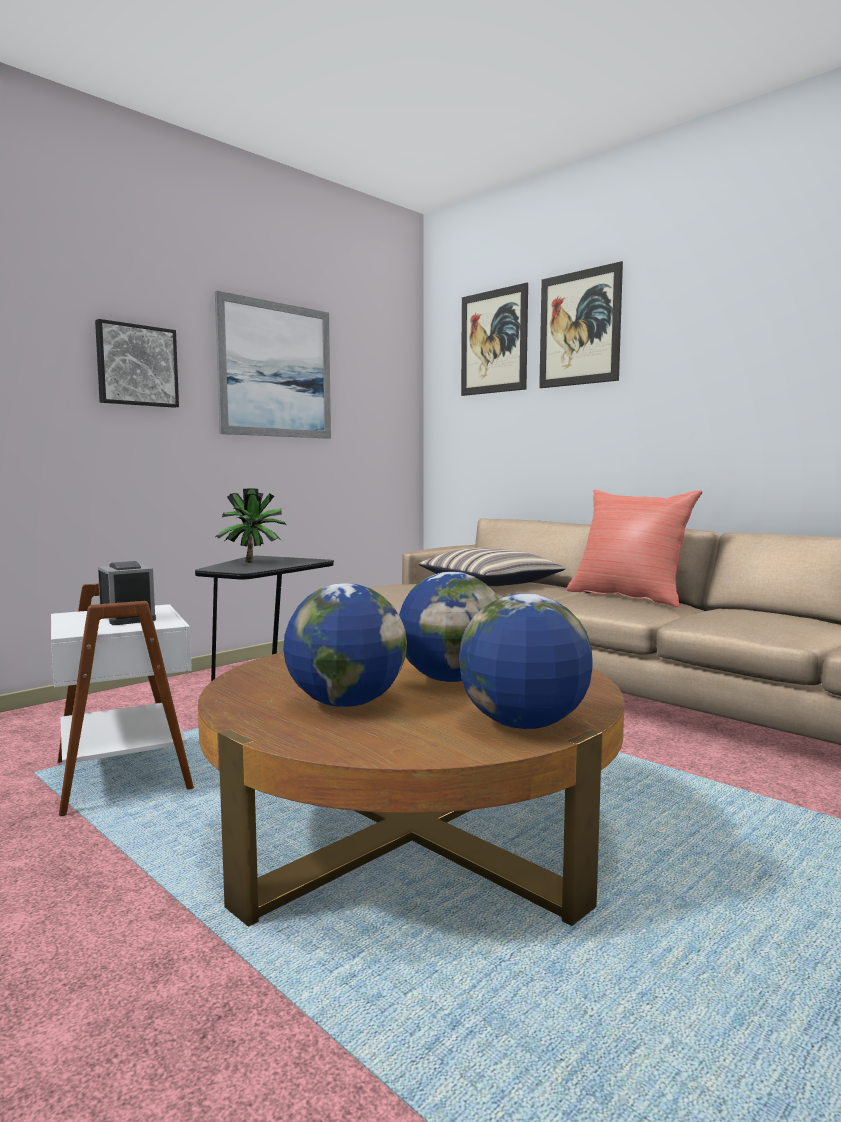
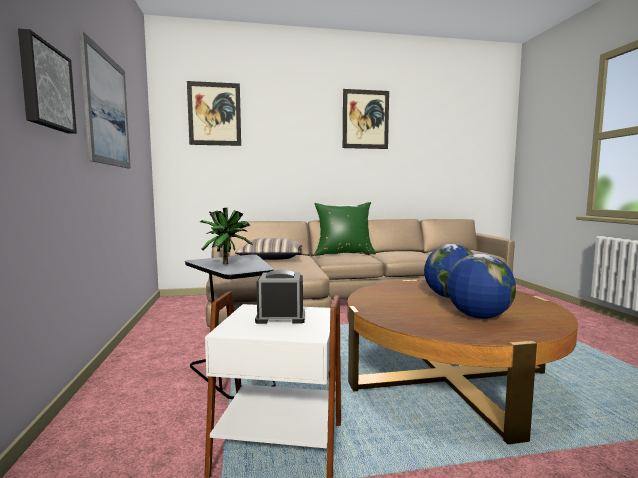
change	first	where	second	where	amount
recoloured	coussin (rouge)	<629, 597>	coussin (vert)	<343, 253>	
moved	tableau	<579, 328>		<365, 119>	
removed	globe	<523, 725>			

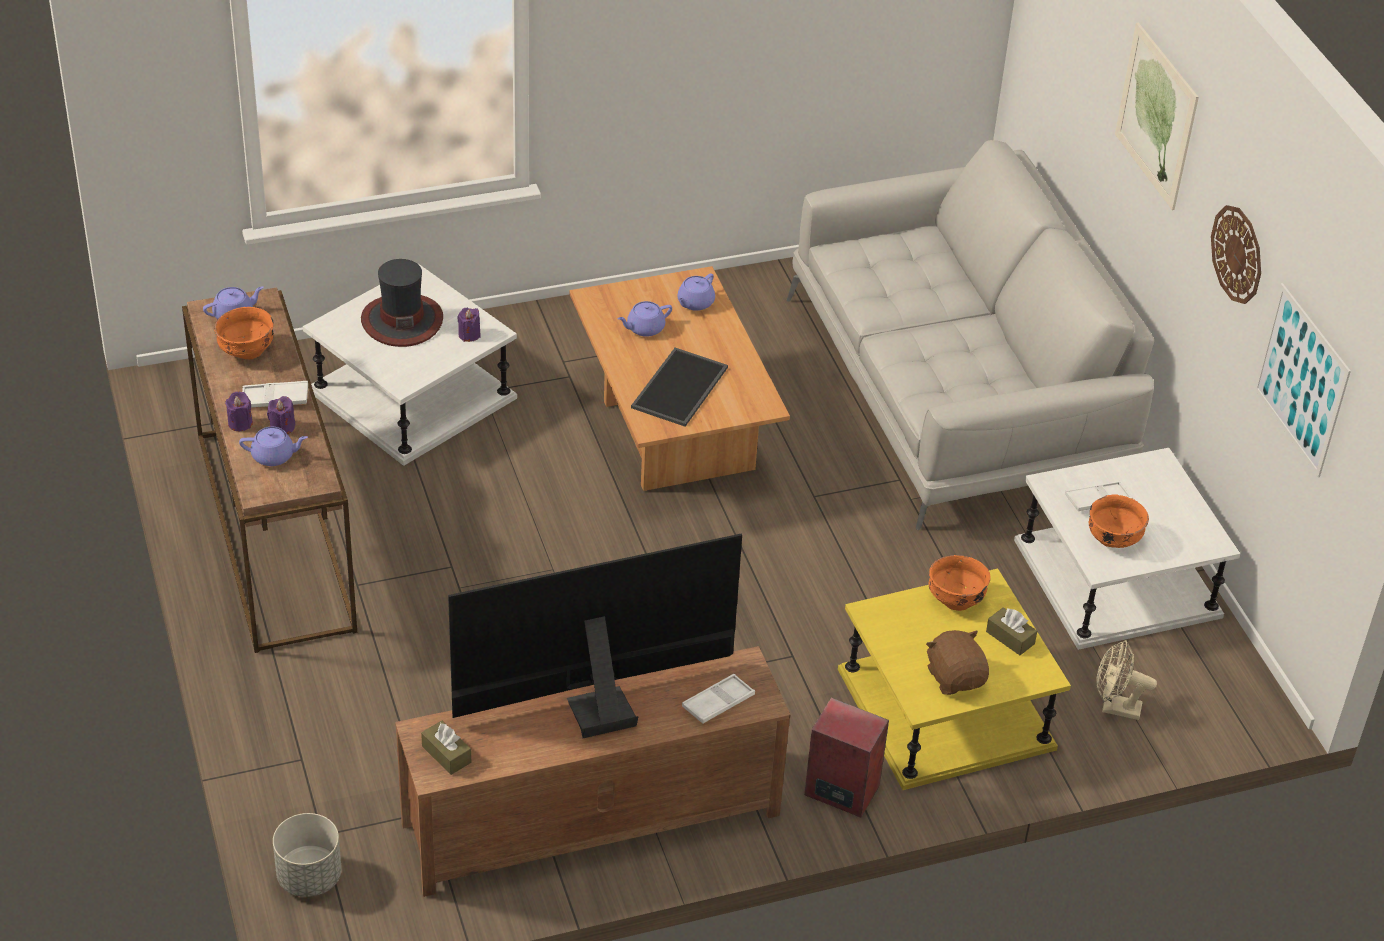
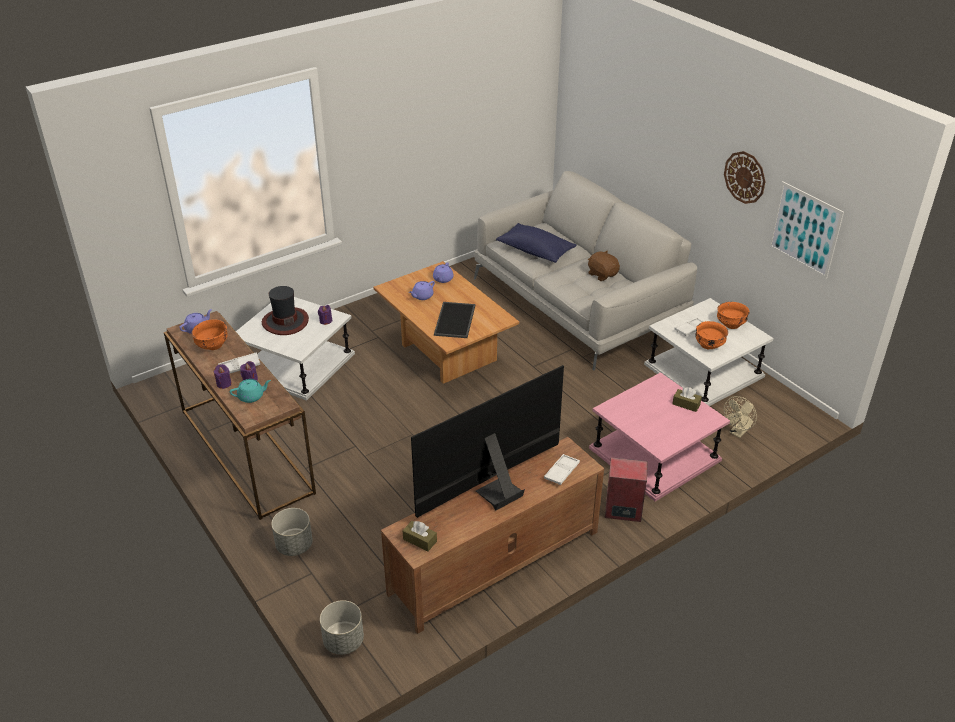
change	first	where	second	where	amount
recoloured	théière (violet)	<274, 456>	théière (turquoise)	<251, 397>	
added			cache-pot (gris)	<294, 545>	
added			coussin (bleu)	<535, 251>	
moved	peluche (marron)	<955, 677>		<602, 274>	
recoloured	table d'appoint (jaune)	<945, 709>	table d'appoint (rose)	<654, 454>	
moved	bol (orange)	<955, 600>		<730, 325>	
turned	ventilateur (beige)	<1114, 708>		<738, 432>	45 degrees counterclockwise
removed	tableau	<1156, 116>			

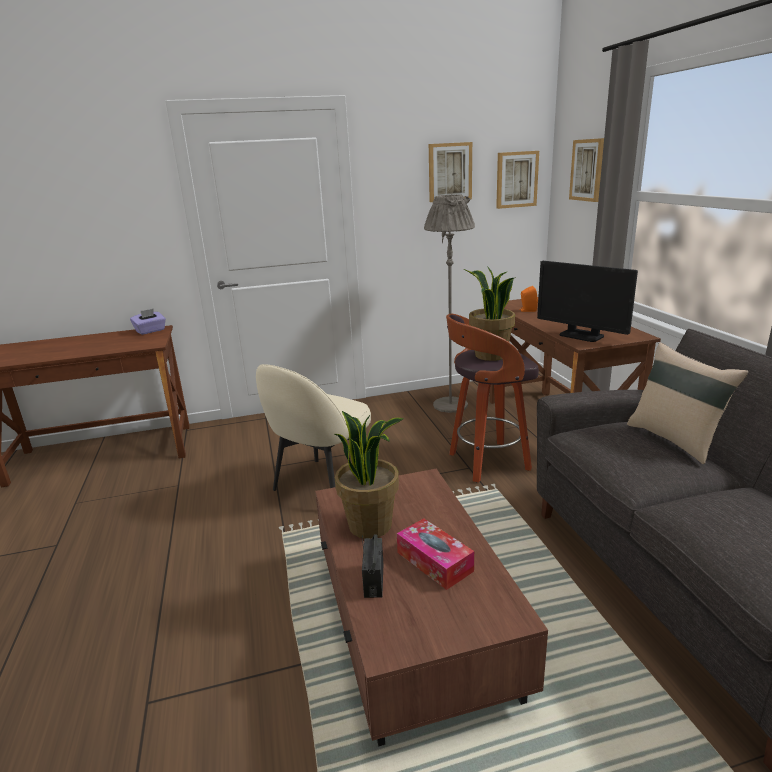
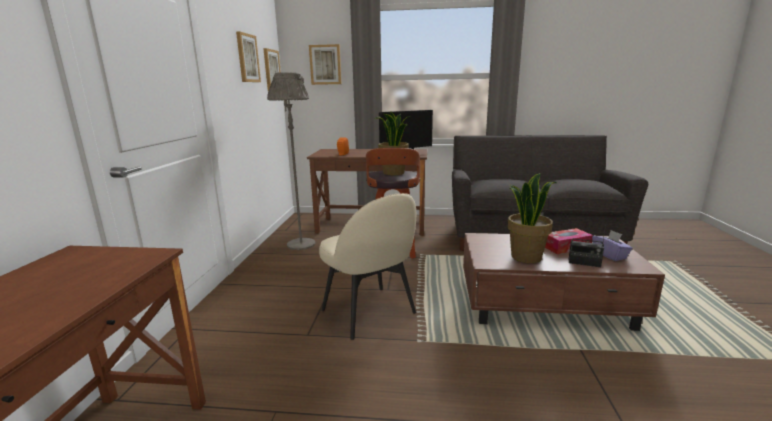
change	first	where	second	where	amount
moved	boîte à mouchoirs (violet)	<150, 331>		<610, 255>	
removed	coussin (beige)	<675, 439>			

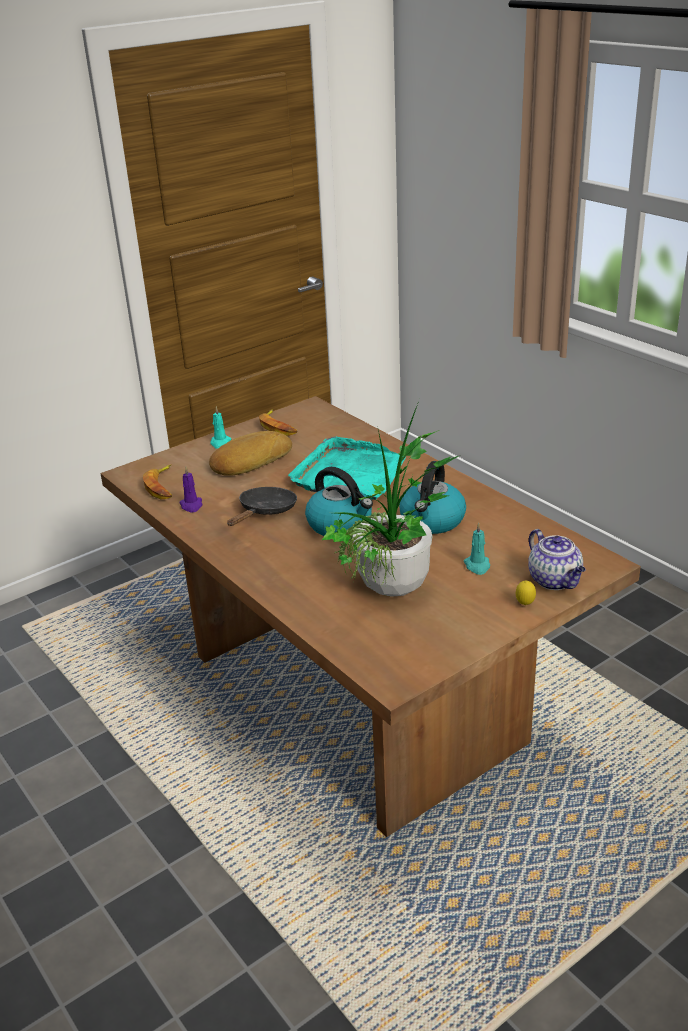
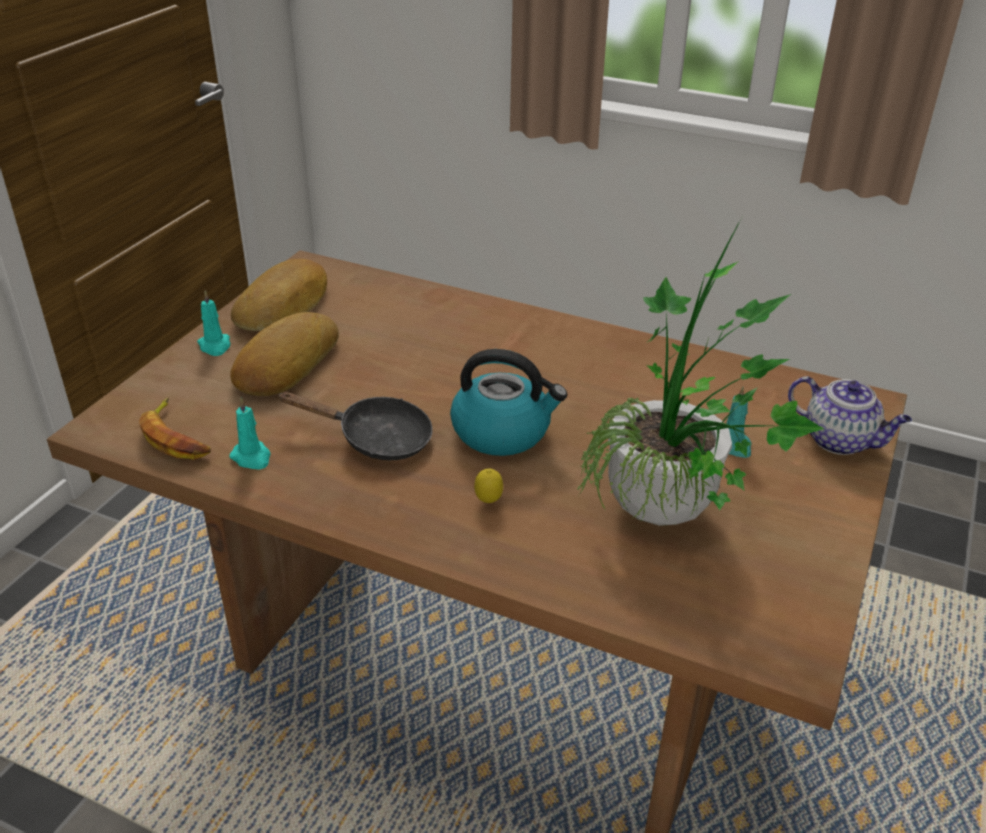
change	first	where	second	where	amount
recoloured	bougie (violet)	<191, 506>	bougie (turquoise)	<252, 458>	
replaced	banane	<278, 427>	pain	<284, 305>	
turned	poêle (noir)	<265, 511>		<376, 438>	105 degrees clockwise
moved	citron	<525, 604>		<488, 502>	
removed	plateau (turquoise)	<350, 474>			
removed	bouilloire	<432, 521>			

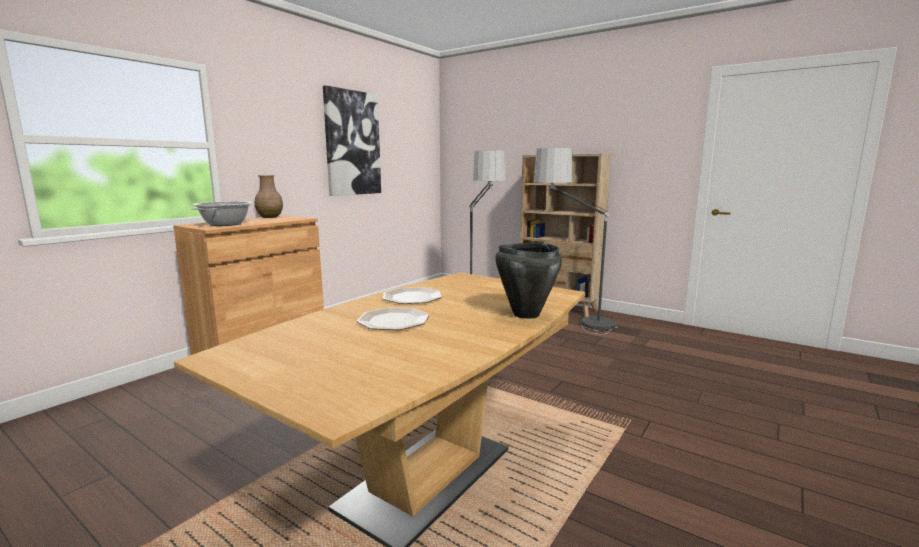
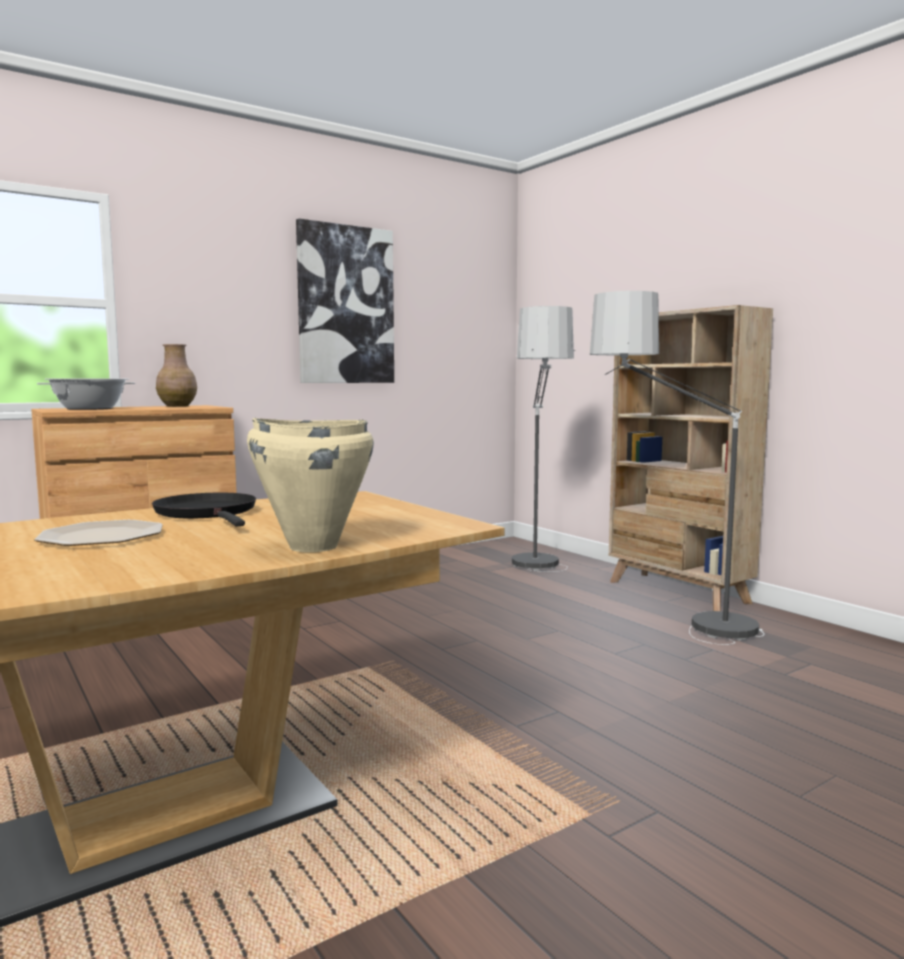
change	first	where	second	where	amount
replaced	assiette	<412, 297>	poêle (noir)	<208, 513>	
recoloured	marmite (noir)	<525, 314>	marmite (beige)	<312, 547>	

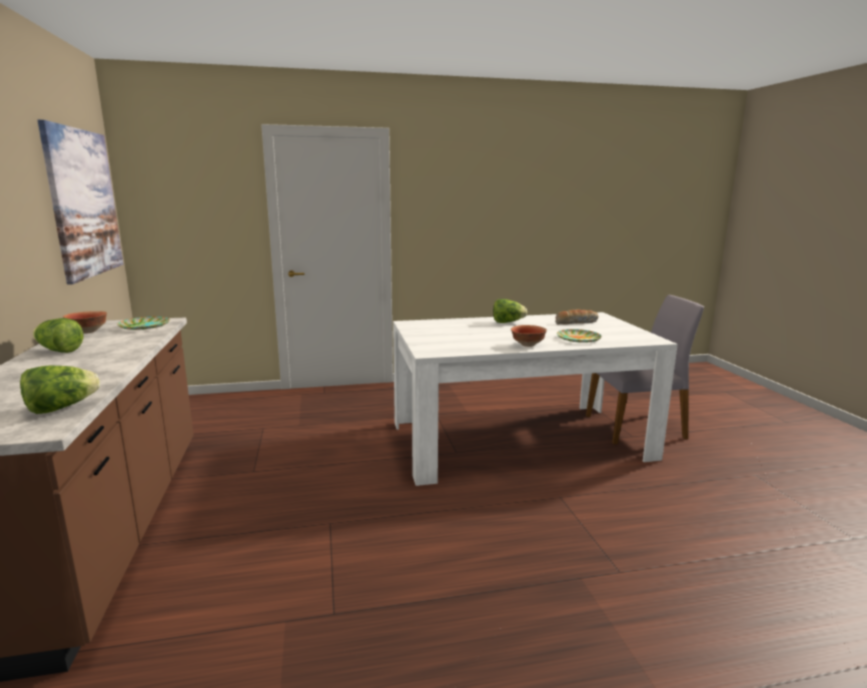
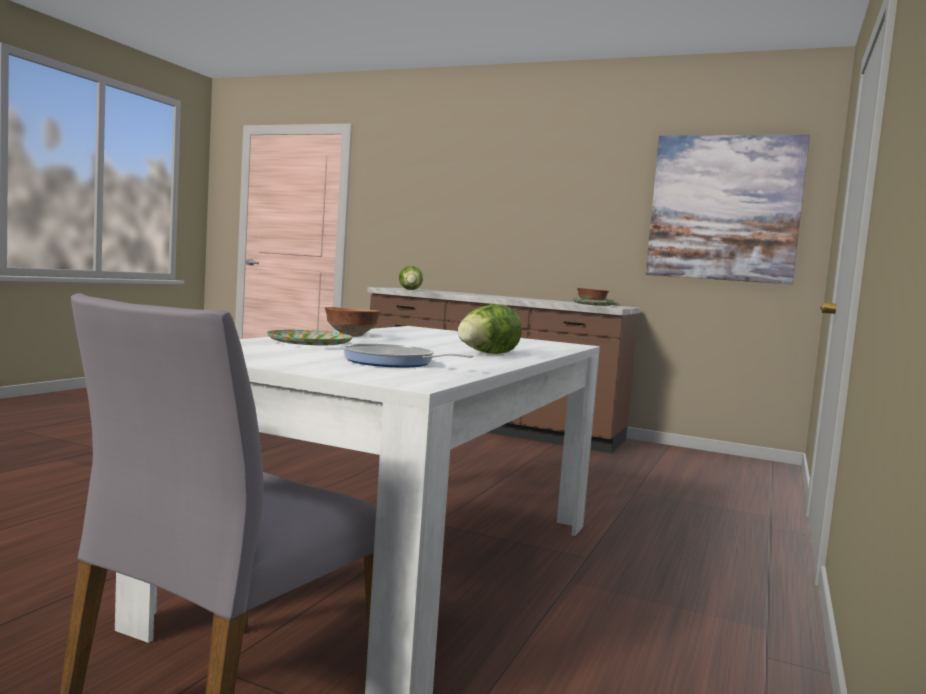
change	first	where	second	where	amount
replaced	pain	<576, 322>	poêle	<393, 362>	
removed	laitue	<59, 351>			

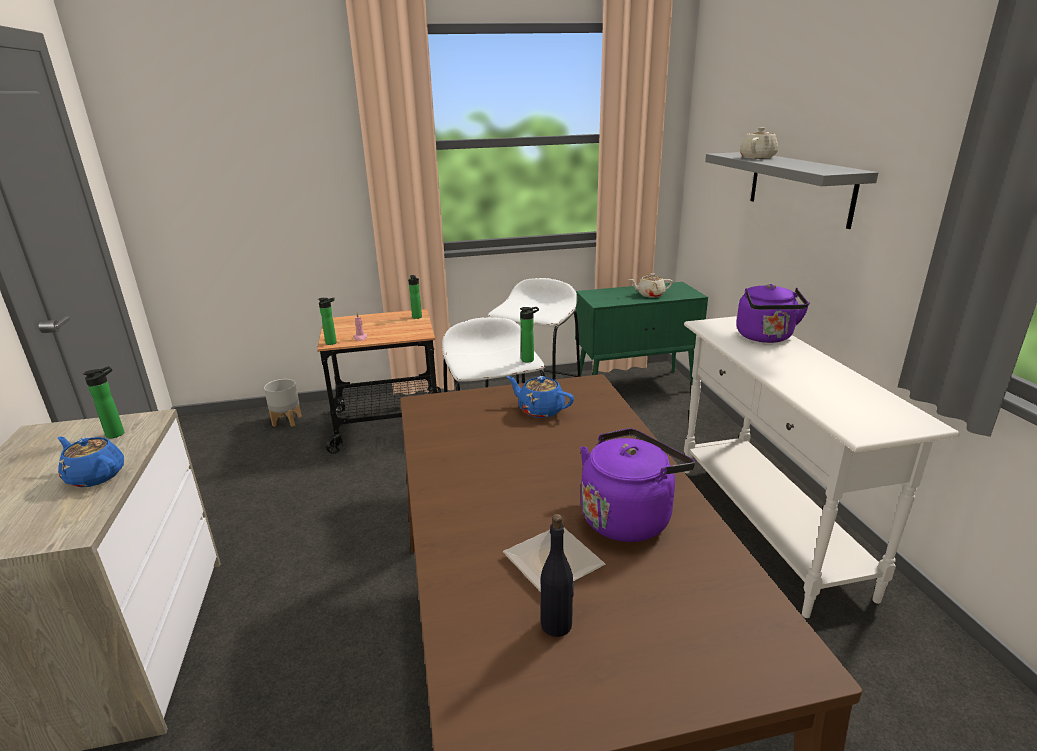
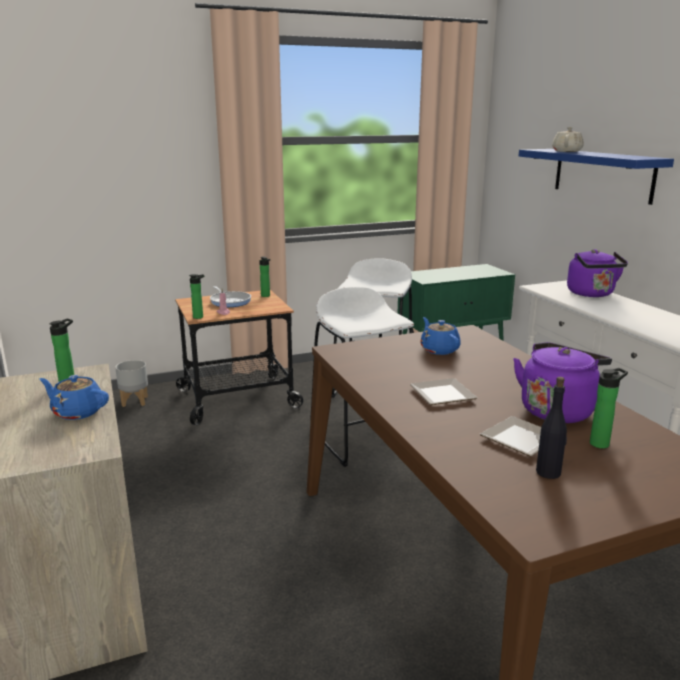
change	first	where	second	where	amount
added			poêle	<230, 301>	
added			assiette	<440, 394>	
turned	théière (bleu)	<540, 410>		<439, 349>	45 degrees clockwise
recoloured	étagère (gris)	<799, 187>	étagère (bleu)	<602, 174>	
moved	bouteille	<529, 360>		<601, 443>	
removed	théière (beige)	<650, 295>			

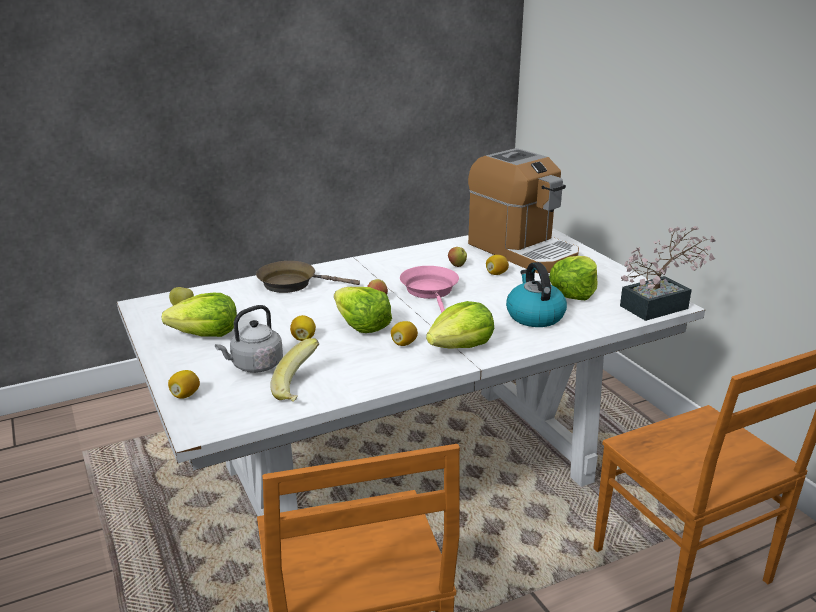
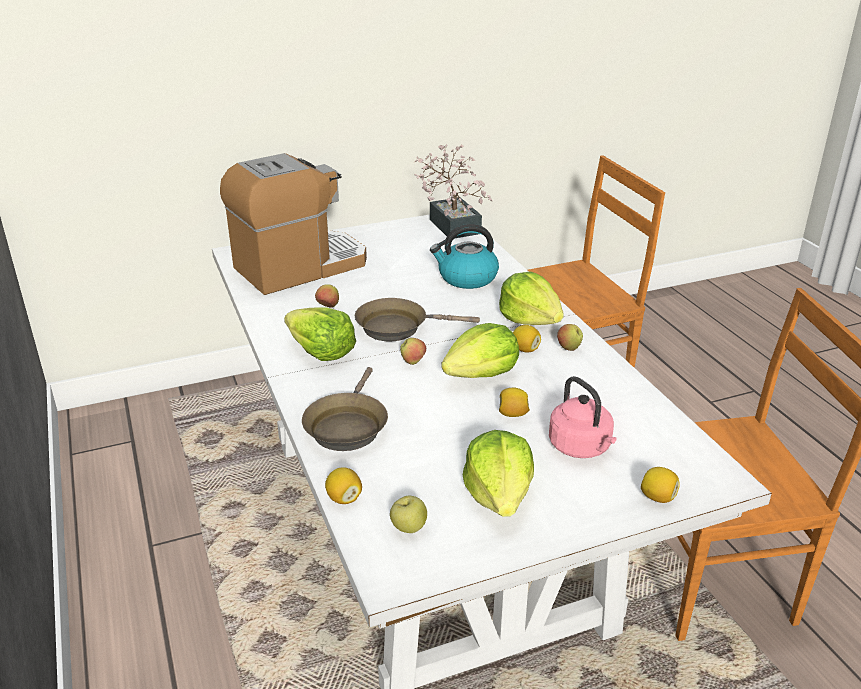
change	first	where	second	where	amount
moved	laitue	<573, 292>		<321, 352>	
moved	citron	<496, 273>		<344, 498>	
recoloured	poêle (rose)	<431, 291>	poêle (marron)	<398, 327>	
recoloured	bouilloire (gris)	<254, 365>	bouilloire (rose)	<581, 448>	
added			pomme	<569, 348>	
removed	banane	<300, 389>			

